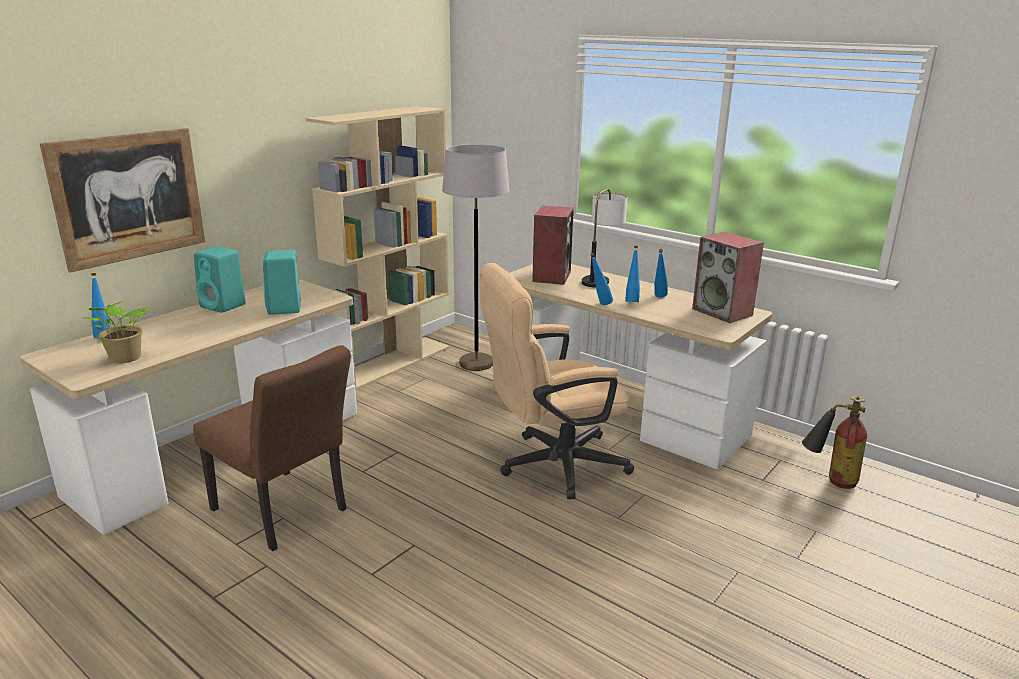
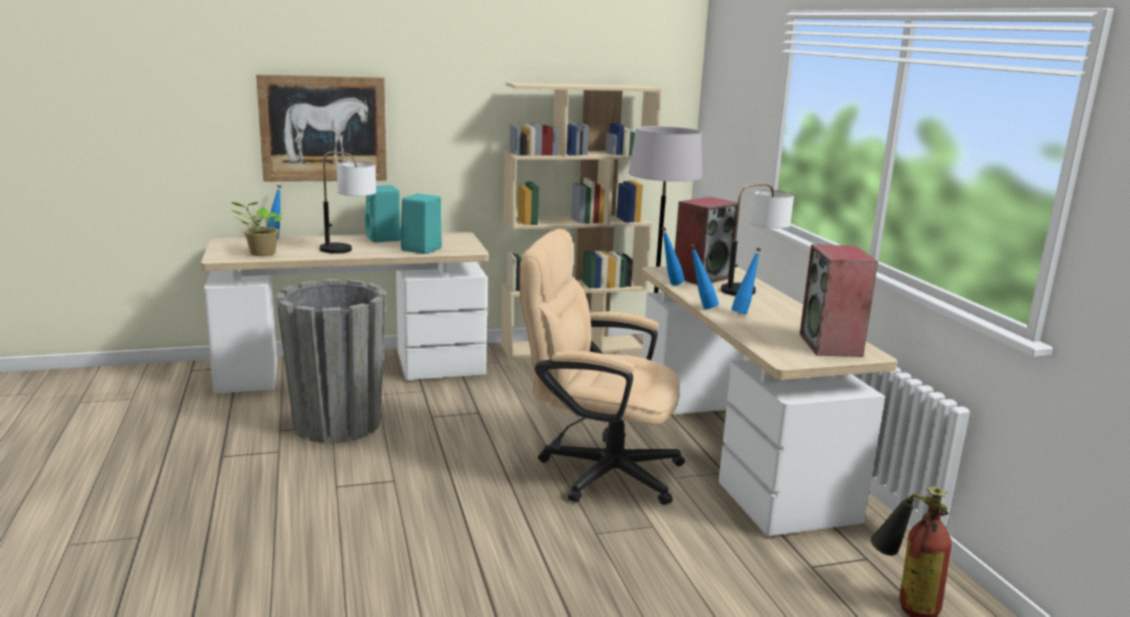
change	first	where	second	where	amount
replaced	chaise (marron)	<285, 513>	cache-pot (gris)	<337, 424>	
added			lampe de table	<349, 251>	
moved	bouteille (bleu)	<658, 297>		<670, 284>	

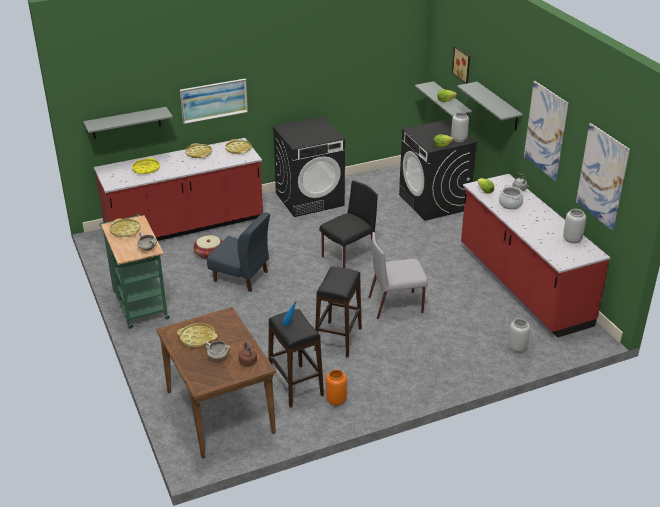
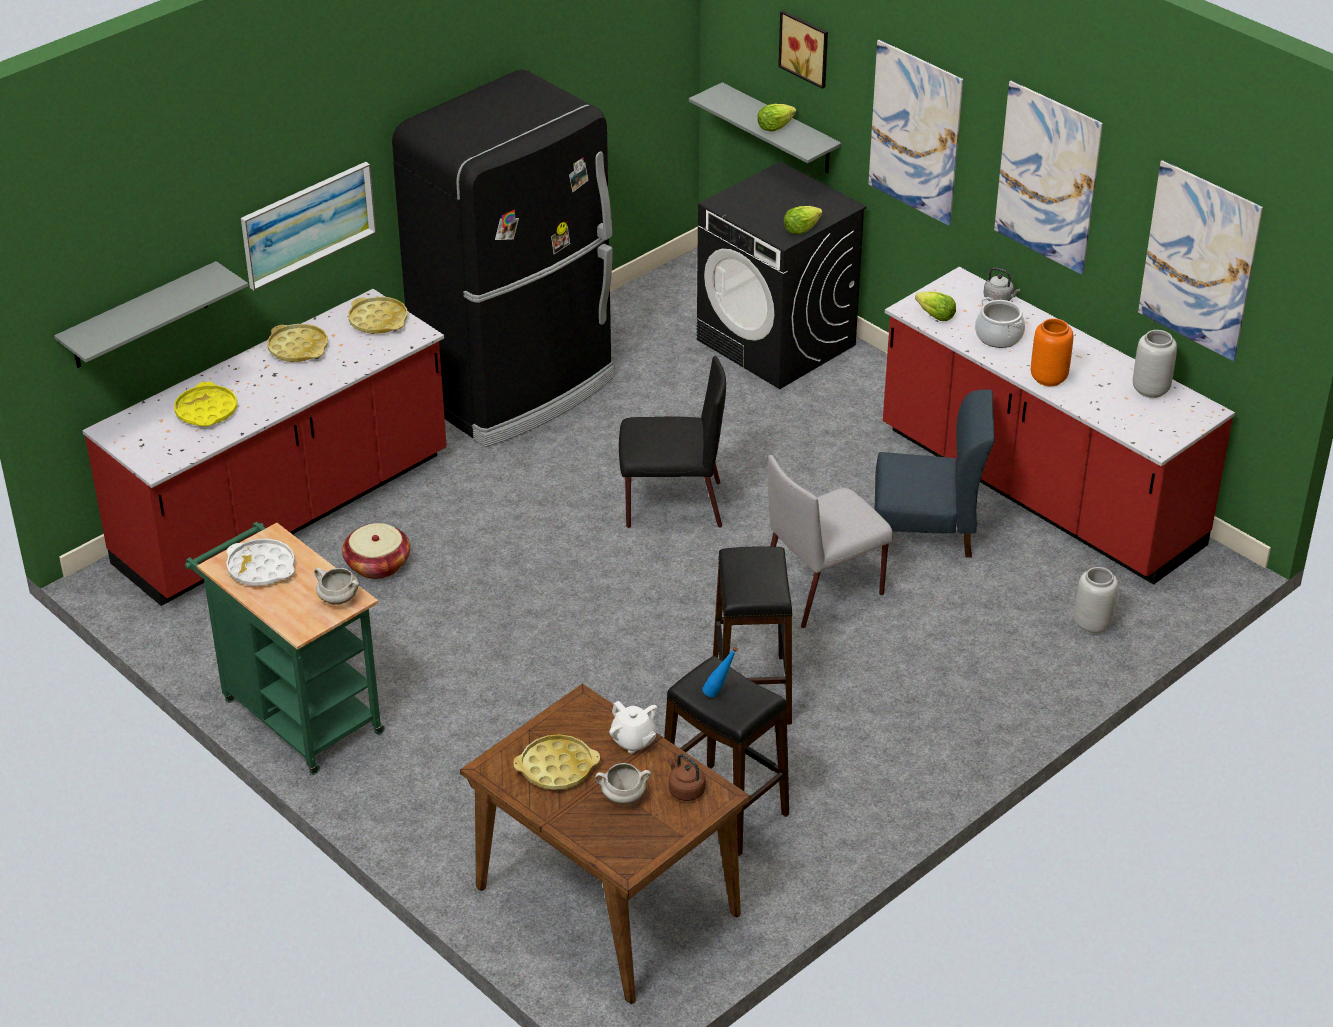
change	first	where	second	where	amount
recoloured	plateau (jaune)	<125, 230>	plateau (blanc)	<261, 568>	
replaced	lave-linge (noir)	<310, 199>	réfrigérateur (noir)	<517, 389>	
added			théière (blanc)	<633, 741>	
turned	chaise (noir)	<348, 256>		<671, 505>	60 degrees clockwise
replaced	étagère (gris)	<498, 106>	tableau	<915, 133>	
moved	chaise (bleu)	<241, 276>		<927, 530>	
moved	vase (orange)	<335, 400>		<1047, 378>	
removed	vase (gris)	<458, 139>			

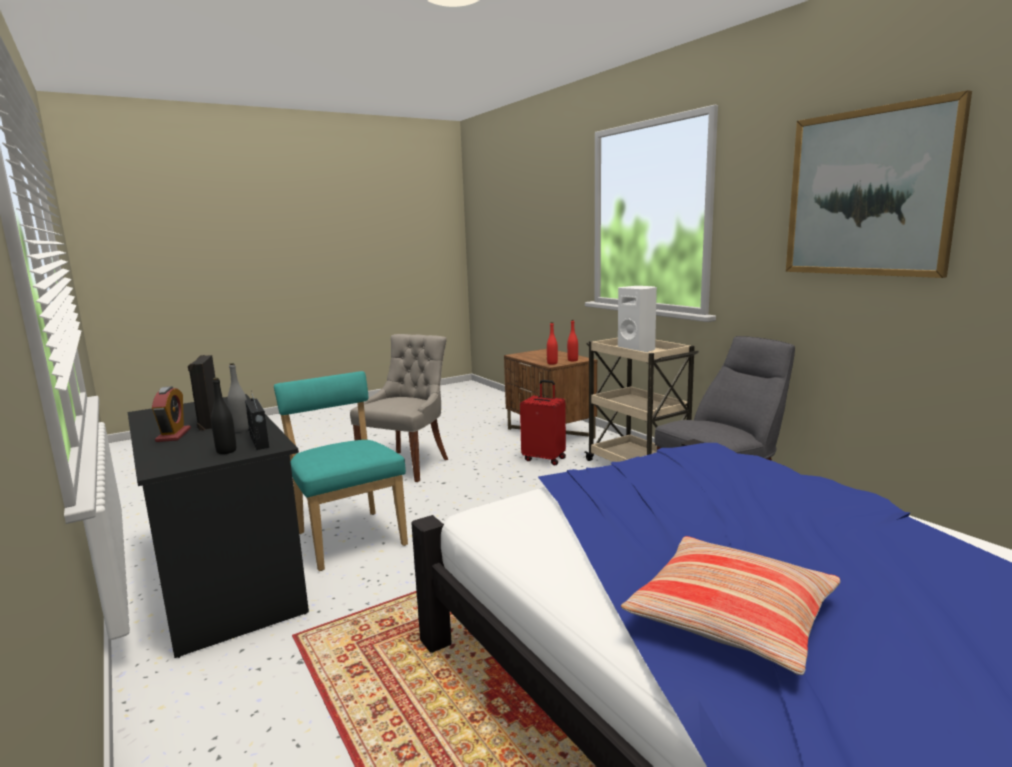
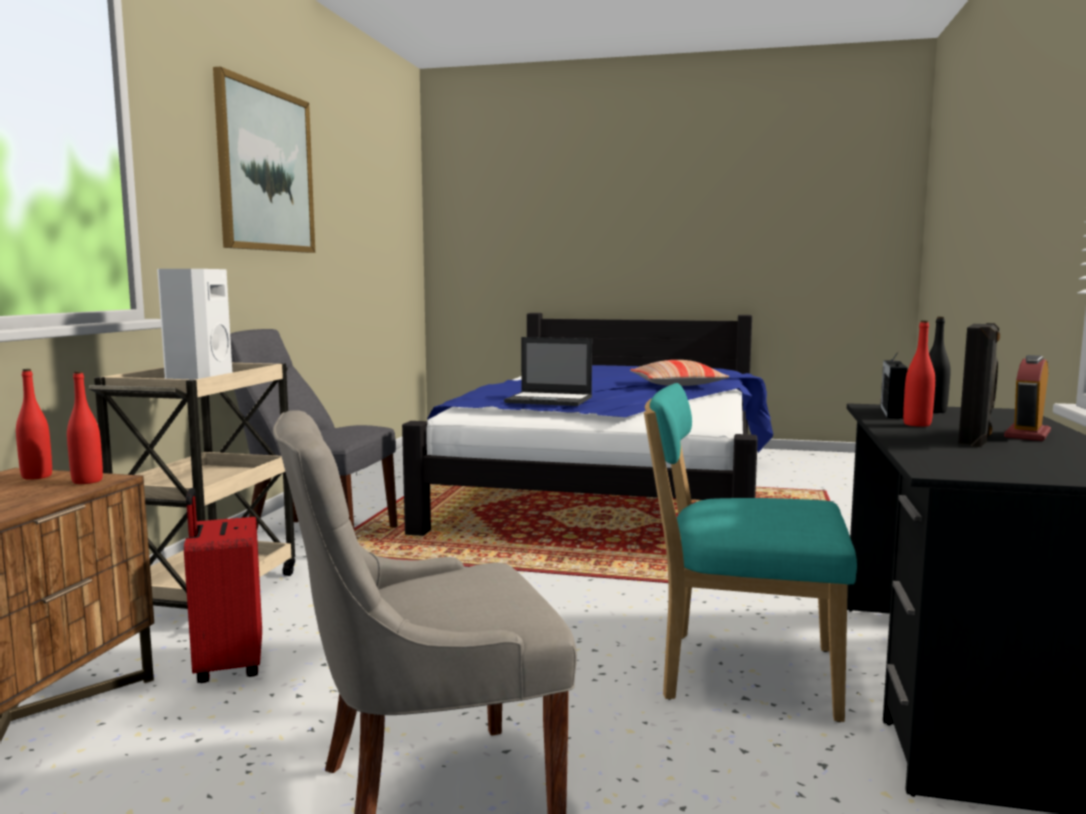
change	first	where	second	where	amount
added			ordinateur portable	<550, 400>	
turned	chaise (turquoise)	<348, 537>		<739, 672>	90 degrees clockwise
recoloured	bouteille (gris)	<241, 429>	bouteille (rouge)	<917, 424>	

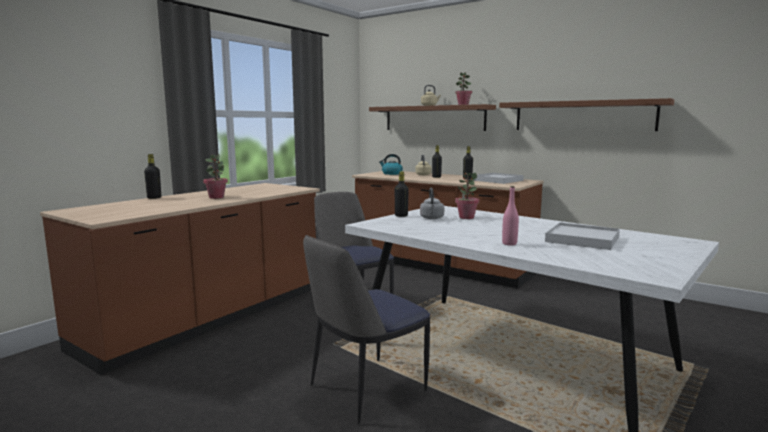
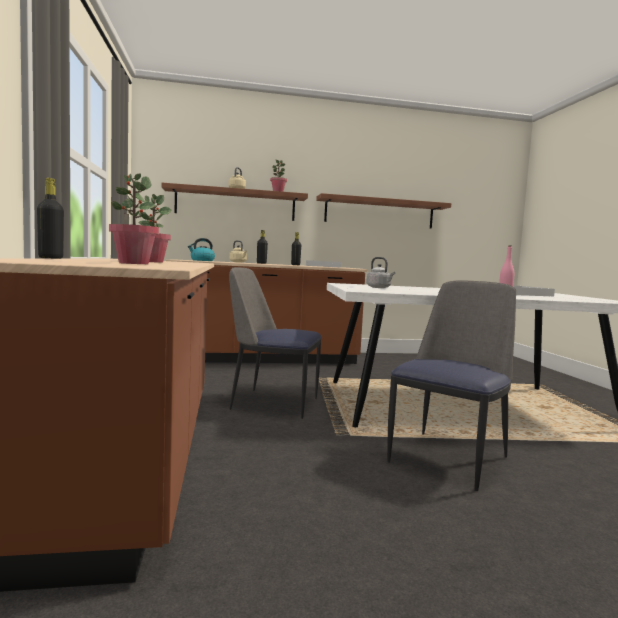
change	first	where	second	where	amount
moved	plante en pot	<466, 217>		<133, 263>	
turned	chaise	<365, 389>		<449, 458>	150 degrees counterclockwise
removed	bouteille (noir)	<401, 215>			

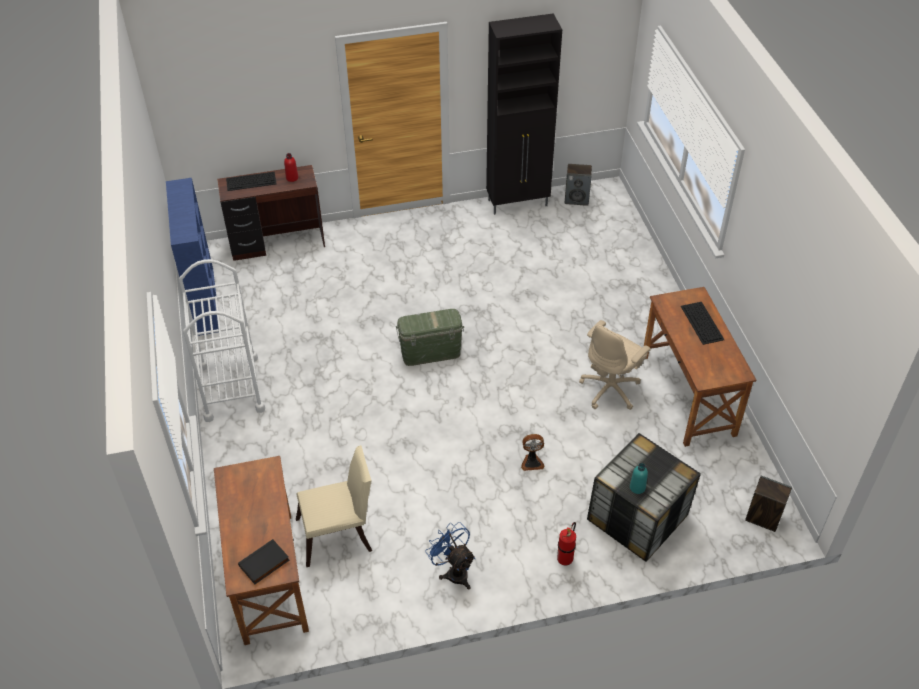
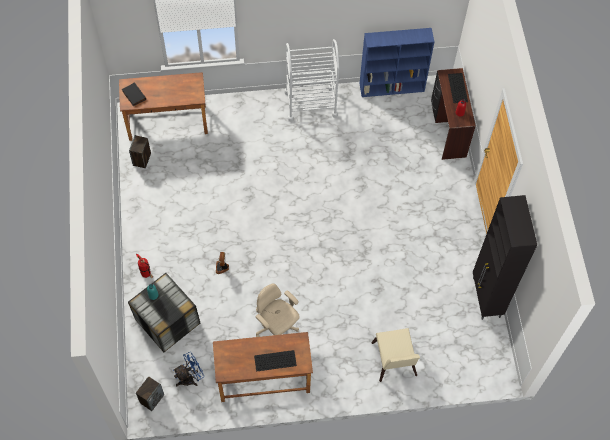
change	first	where	second	where	amount
moved	enceinte	<577, 199>		<142, 159>	
moved	ventilateur (bleu)	<454, 571>		<190, 378>	
moved	chaise (beige)	<339, 534>		<394, 362>	
removed	boîte de rangement (vert)	<431, 352>			

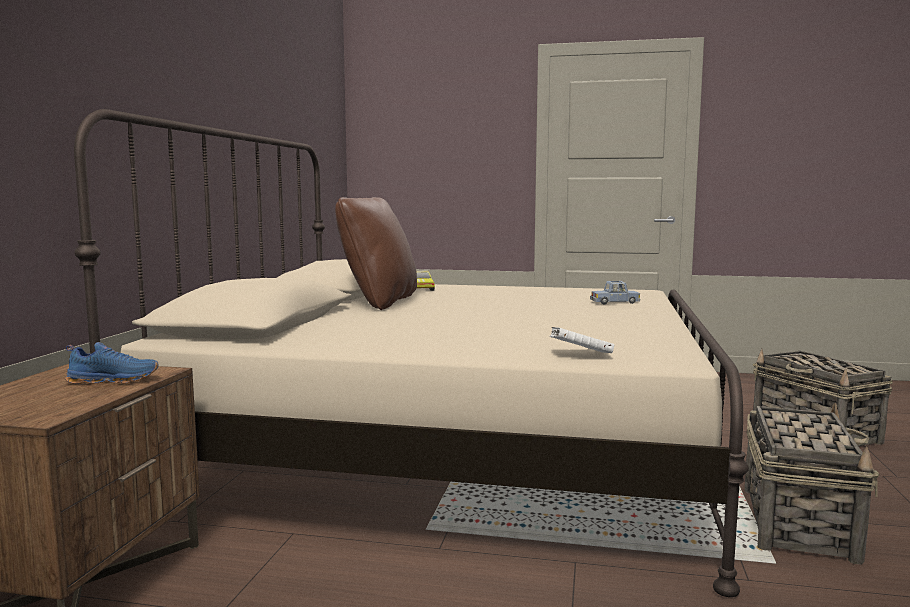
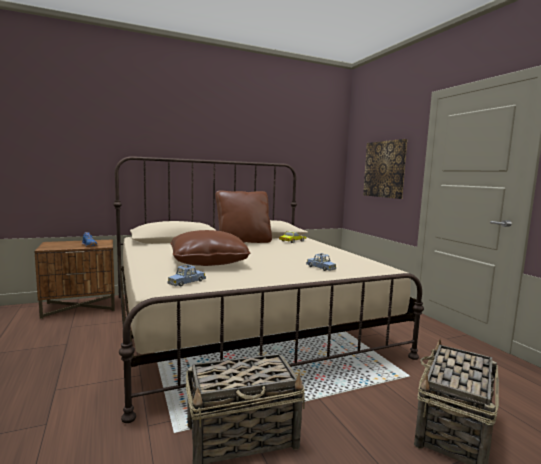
change	first	where	second	where	amount
added			petite voiture (bleu)	<186, 282>	
added			coussin (marron)	<208, 262>	
added			tableau	<384, 169>	
removed	livre (blanc)	<580, 355>			

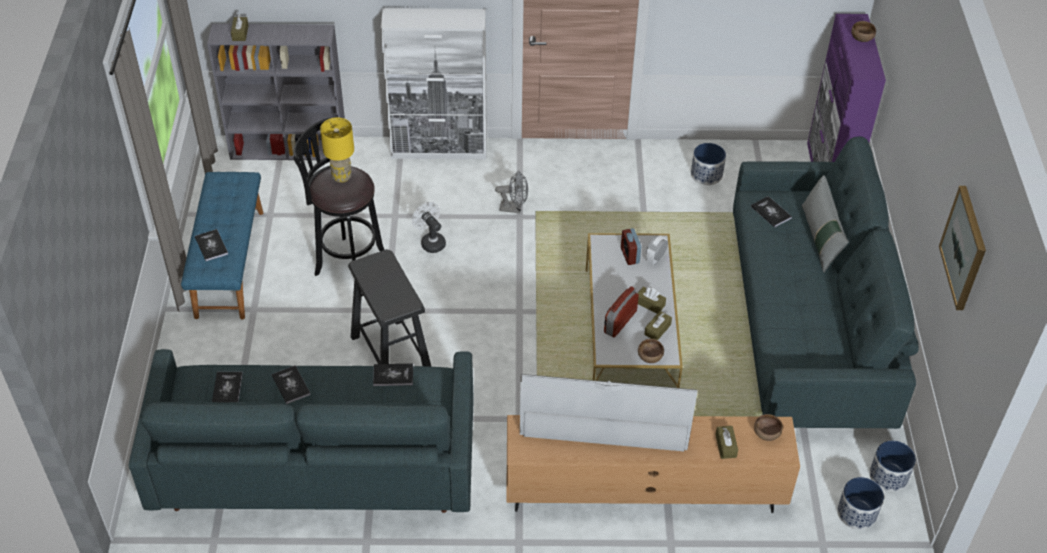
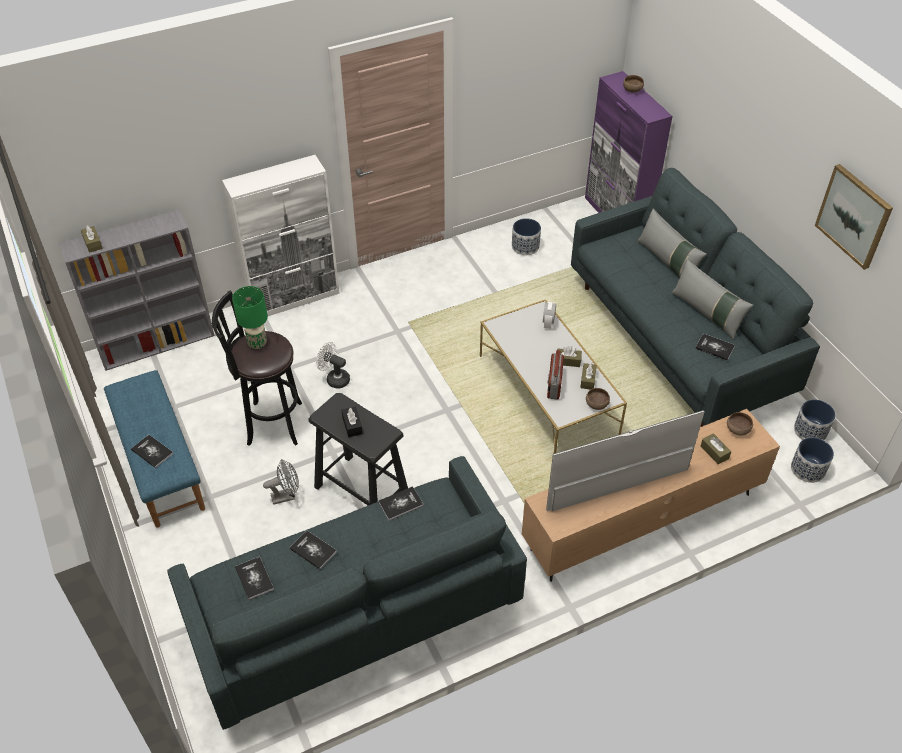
change	first	where	second	where	amount
recoloured	lampe de table (jaune)	<341, 177>	lampe de table (vert)	<256, 343>	
moved	ventilateur (gris)	<514, 208>		<286, 496>	
added			boîte à mouchoirs (noir)	<352, 425>	
added			coussin (gris)	<707, 313>	
moved	livre	<771, 212>		<714, 347>	
removed	réveil	<630, 255>			

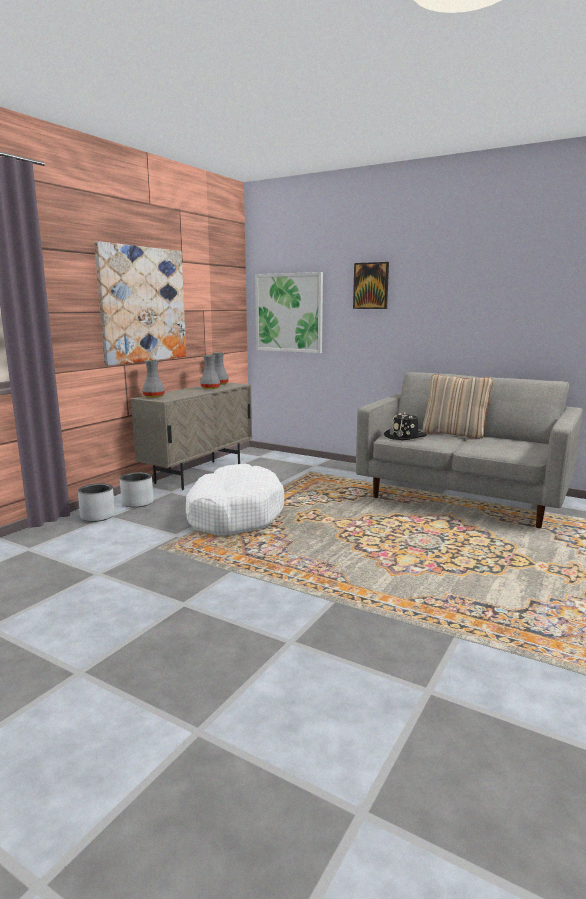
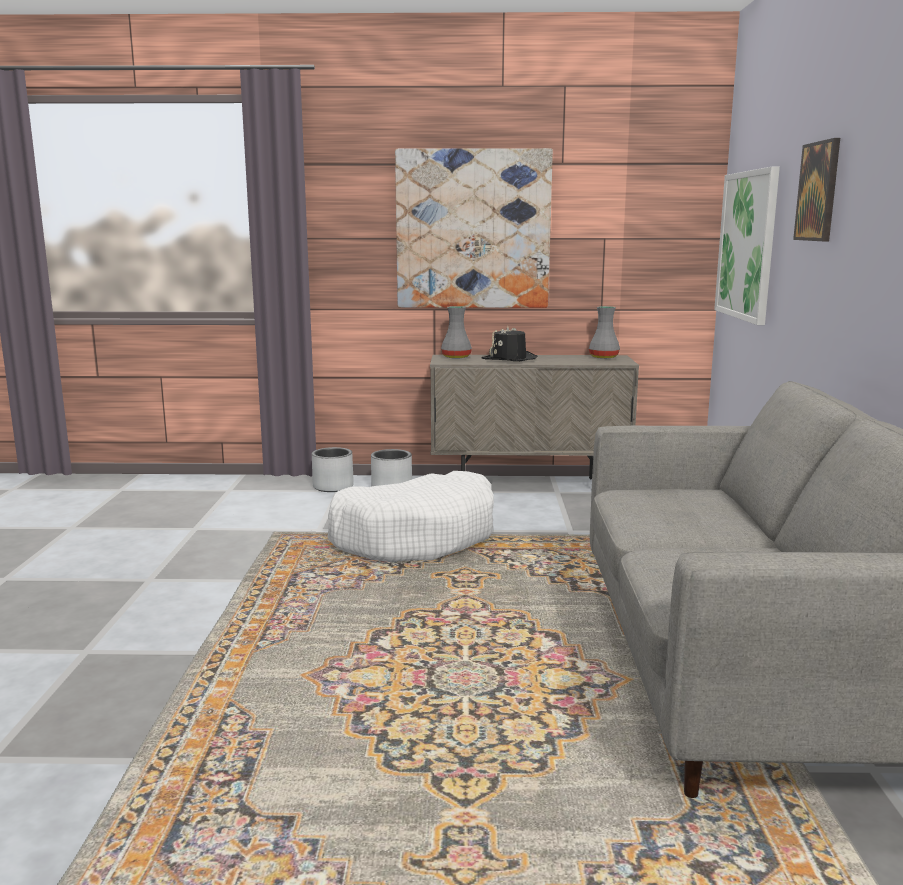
change	first	where	second	where	amount
moved	chapeau (noir)	<405, 436>		<509, 359>	
removed	vase (gris)	<210, 388>			
removed	coussin (beige)	<454, 434>			

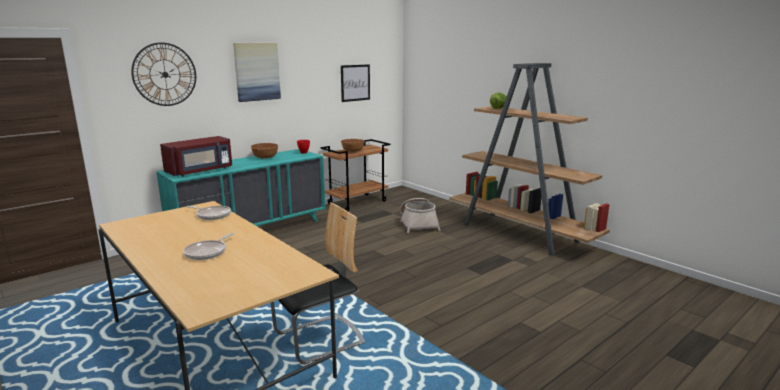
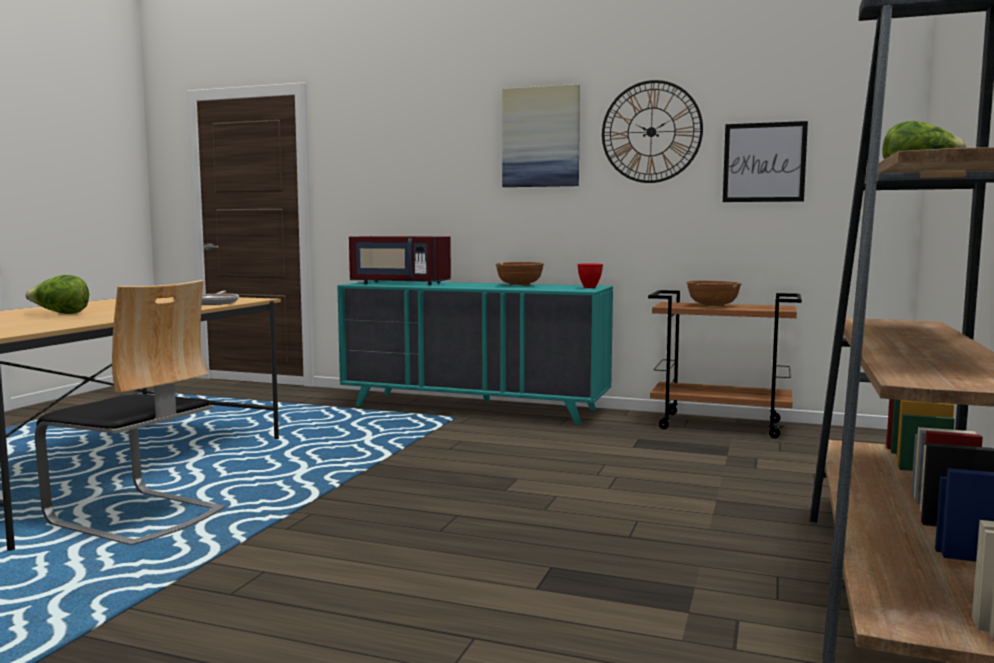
change	first	where	second	where	amount
replaced	poêle	<207, 252>	laitue	<60, 314>	
moved	horloge murale	<165, 74>		<651, 132>	
removed	panier	<418, 224>			

